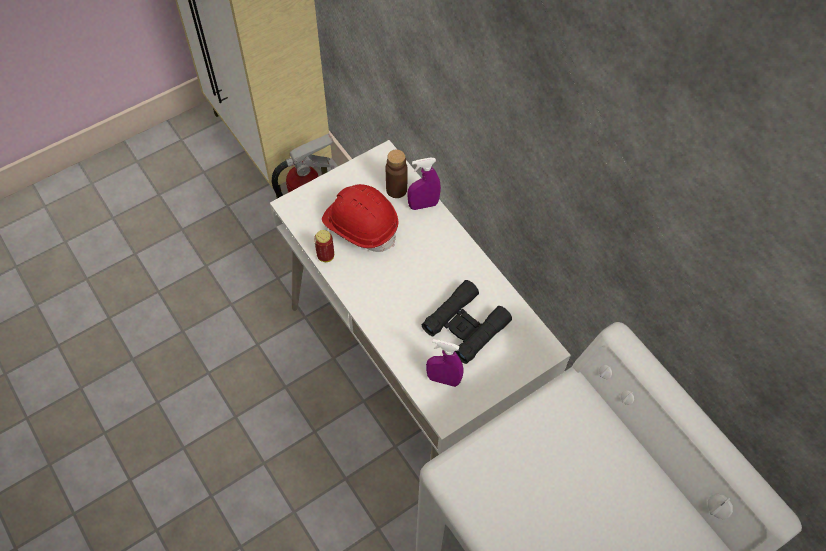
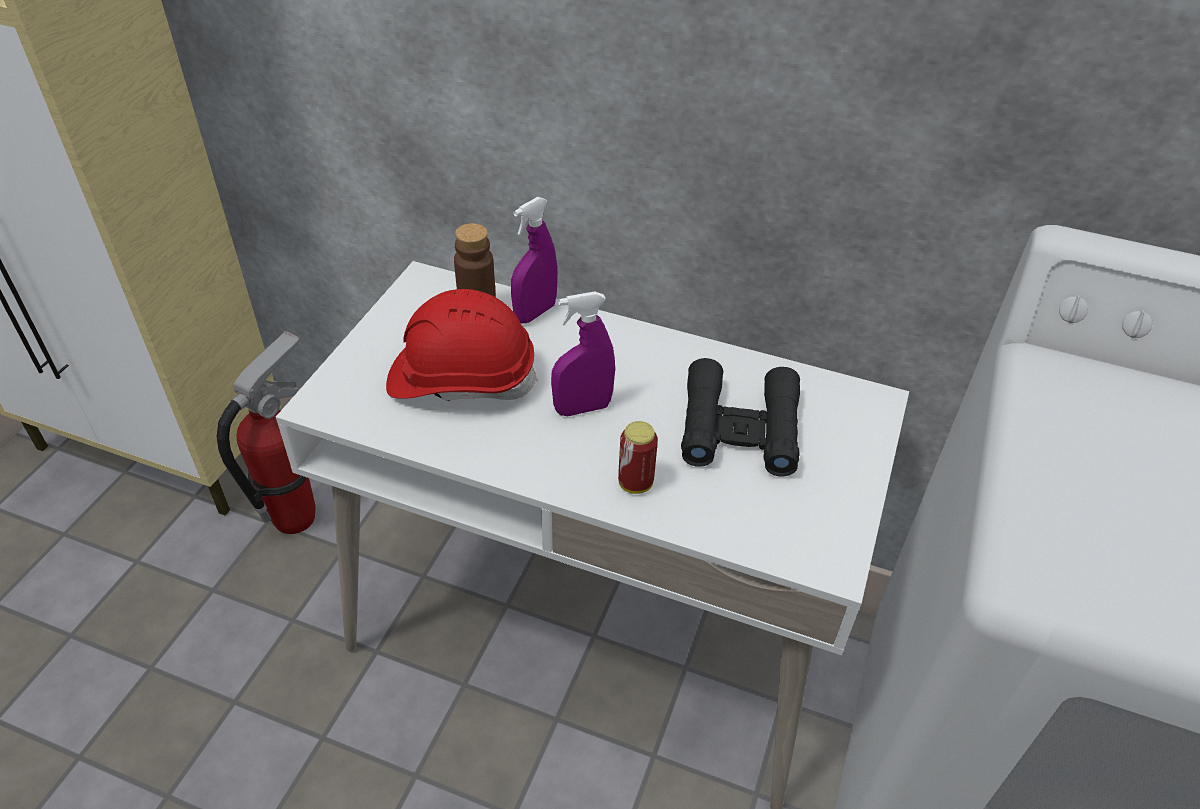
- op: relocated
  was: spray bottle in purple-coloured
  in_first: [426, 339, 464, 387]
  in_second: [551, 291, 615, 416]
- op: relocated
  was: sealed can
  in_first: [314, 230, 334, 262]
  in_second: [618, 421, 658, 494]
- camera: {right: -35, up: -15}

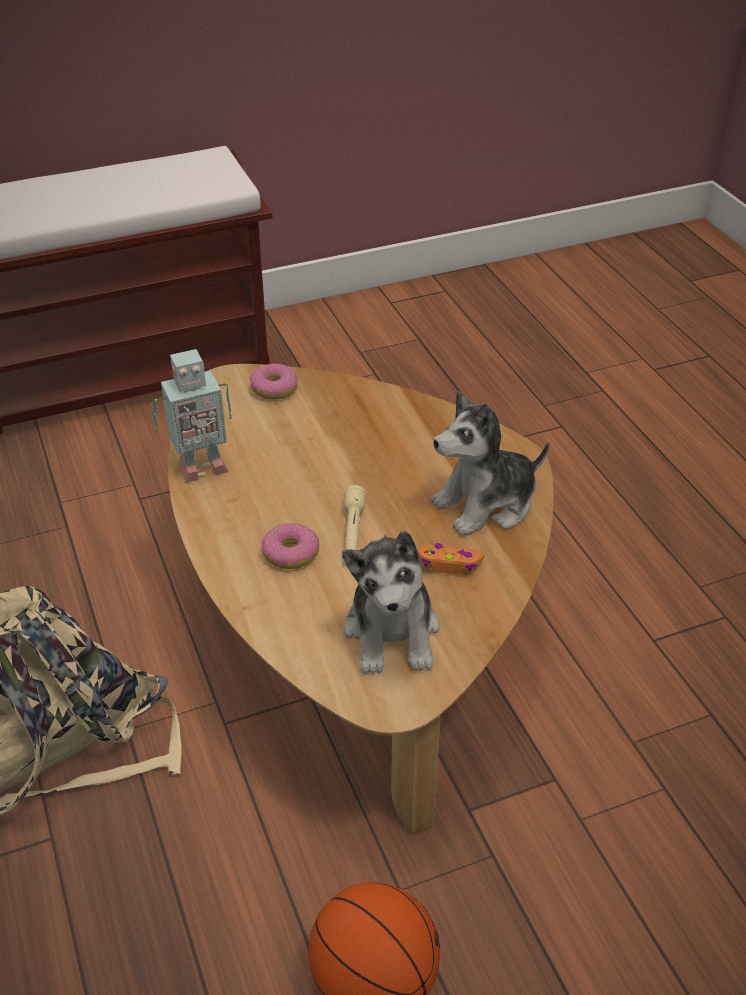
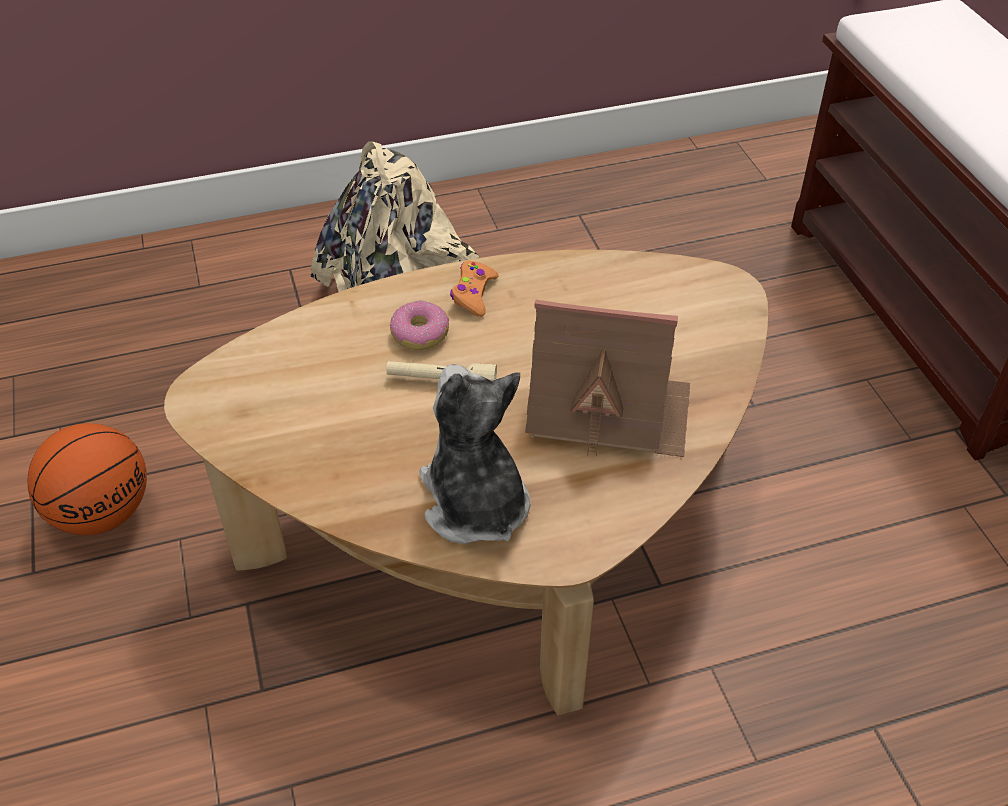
- op: relocated
  was: joypad in orange
  in_first: [417, 543, 484, 574]
  in_second: [450, 261, 499, 317]
- op: appeared
  now: model house
  in_second: [525, 300, 690, 457]
- op: missing
  was: model robot
  in_first: [152, 349, 231, 482]
- op: missing
  was: donut
  in_first: [250, 364, 298, 400]
- op: missing
  was: plush toy
  in_first: [342, 531, 440, 674]
- camera: {right: 95, up: 5}

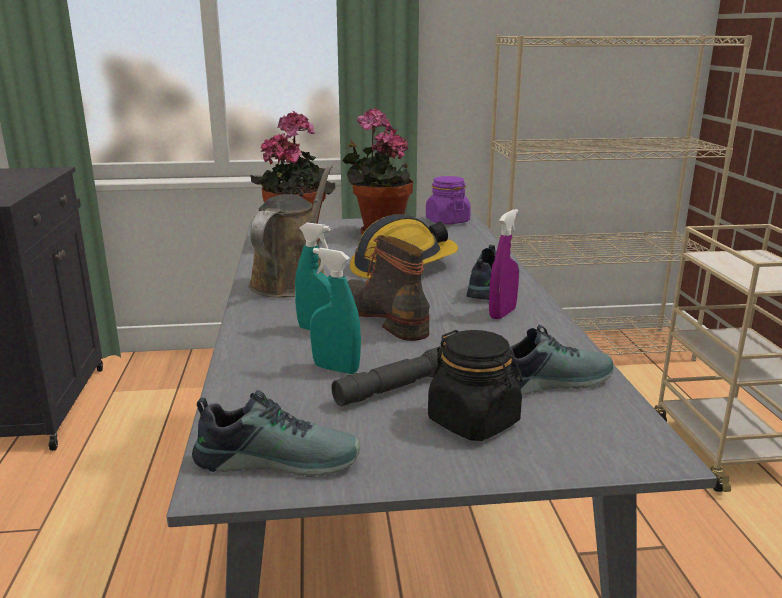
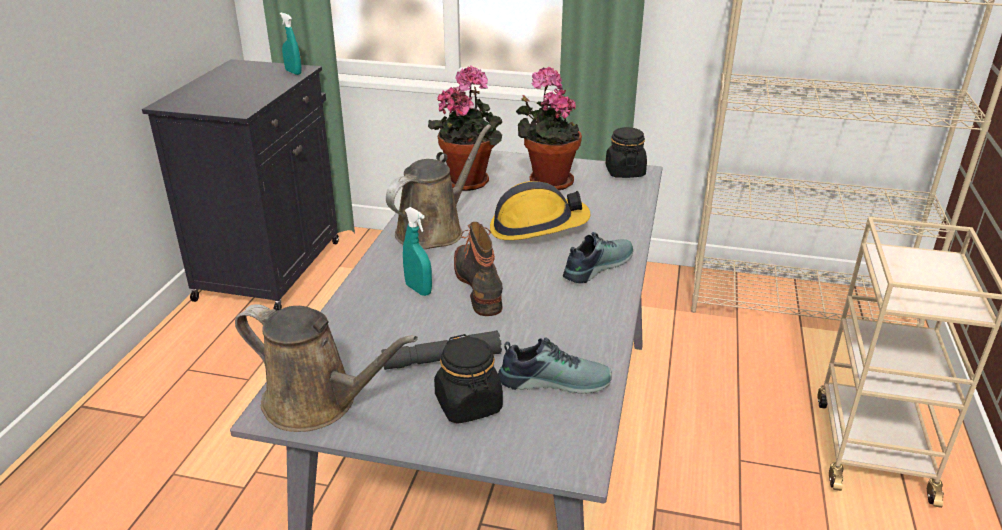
- op: exchanged
  was: item of footwear
  now: watering pot in brown-coloured
  in_first: [192, 390, 360, 477]
  in_second: [235, 304, 418, 432]
- op: relocated
  was: spray bottle in turquoise-coloured
  in_first: [310, 248, 361, 374]
  in_second: [280, 13, 302, 75]
- op: colour
  was: jar in purple-coloured
  now: jar in black-coloured
  in_first: [426, 176, 471, 225]
  in_second: [606, 127, 647, 178]
- op: missing
  was: spray bottle in purple-coloured
  in_first: [489, 209, 519, 319]
- camera: {right: 20, up: 10}

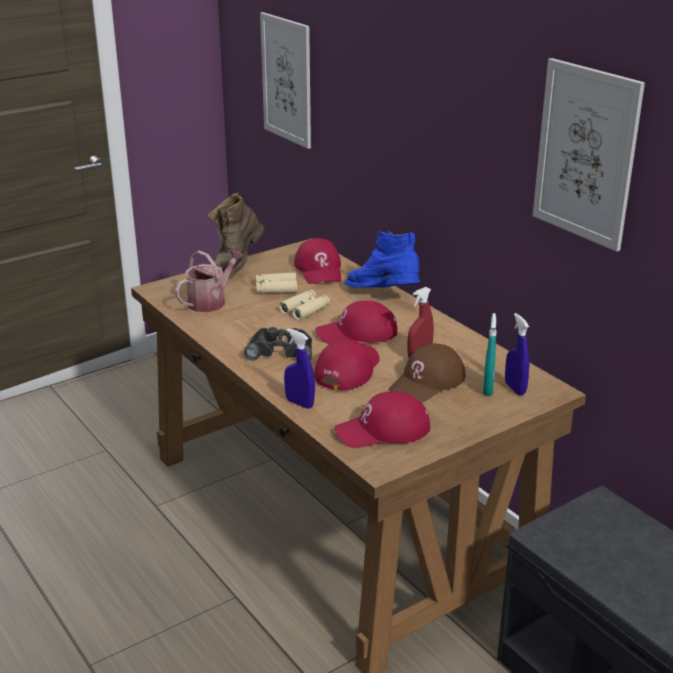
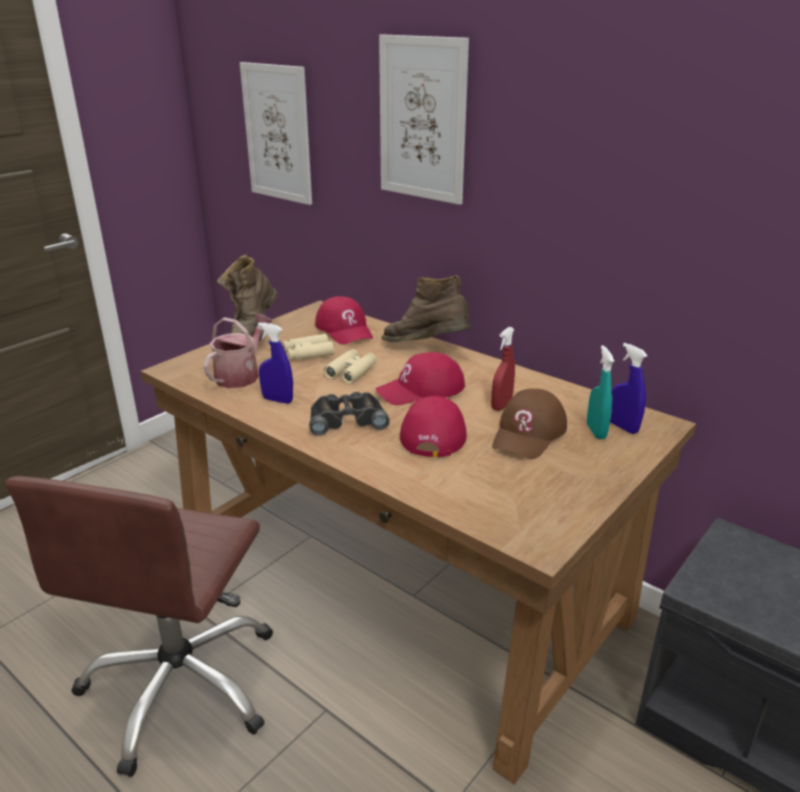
- op: appeared
  now: office chair in brown-coloured
  in_second: [5, 476, 273, 777]
- op: relocated
  was: spray bottle in bluish
  in_first: [284, 328, 315, 409]
  in_second: [258, 322, 293, 404]
- op: relocated
  was: picture
  in_first: [533, 58, 645, 252]
  in_second: [379, 34, 469, 205]
- op: colour
  was: boot in bluish
  now: boot in brown-coloured
  in_first: [345, 231, 420, 288]
  in_second: [382, 275, 471, 342]
- op: missing
  was: baseball cap in reddish
  in_first: [334, 391, 430, 448]
- camera: {right: -15, up: 0}

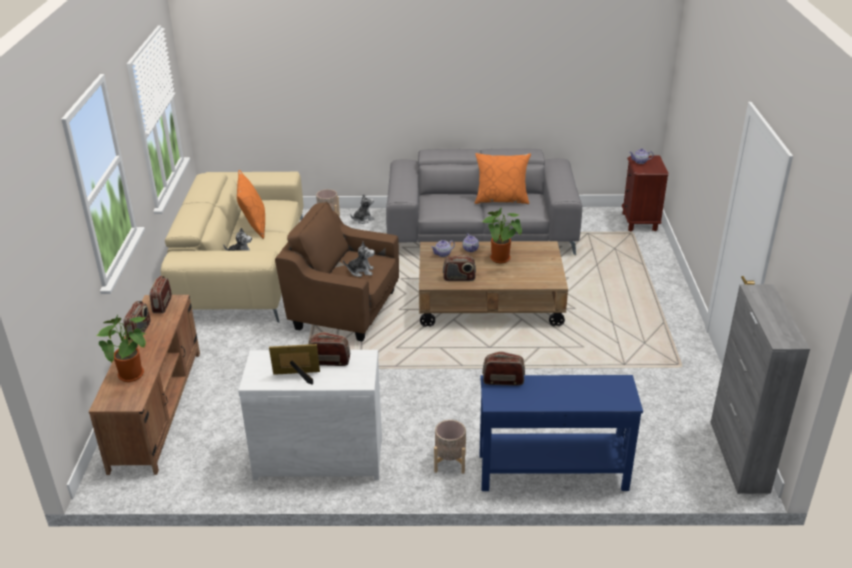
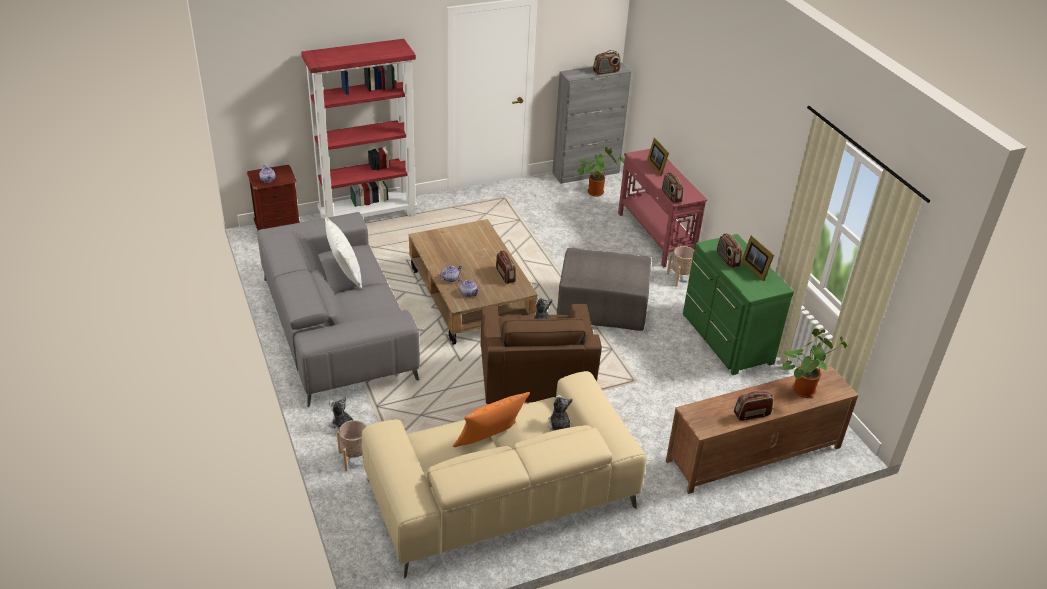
- op: appeared
  now: bookshelf in reddish
  in_second: [301, 39, 418, 219]
- op: colour
  was: cushion in orange
  now: cushion in white
  in_first: [475, 153, 531, 204]
  in_second: [325, 216, 362, 289]
- op: appeared
  now: footrest in gray
  in_second: [557, 248, 651, 331]
- op: relocated
  was: plant in a pot
  in_first: [483, 207, 522, 263]
  in_second: [576, 147, 624, 197]
- op: relocated
  was: radio set
  in_first: [150, 276, 172, 313]
  in_second: [593, 50, 620, 75]
- op: colour
  was: narrow table in bluish
  now: narrow table in reddish
  in_first: [479, 375, 643, 491]
  in_second: [618, 149, 707, 267]
- op: appeared
  now: standing frame
  in_second: [647, 138, 669, 176]
- op: colour
  was: chest of drawers in white
  now: chest of drawers in greenish
  in_first: [238, 350, 382, 480]
  in_second: [683, 234, 794, 375]
- camera: {right: -115, up: 5}

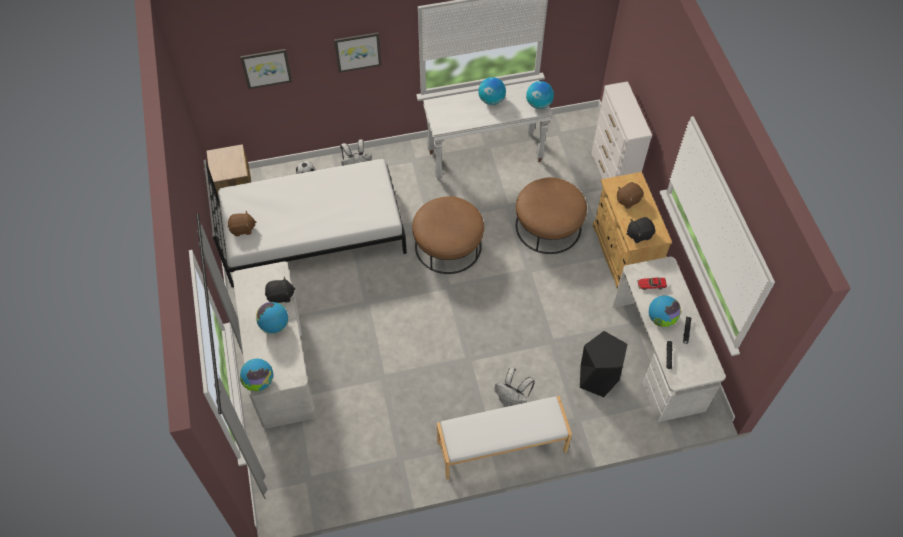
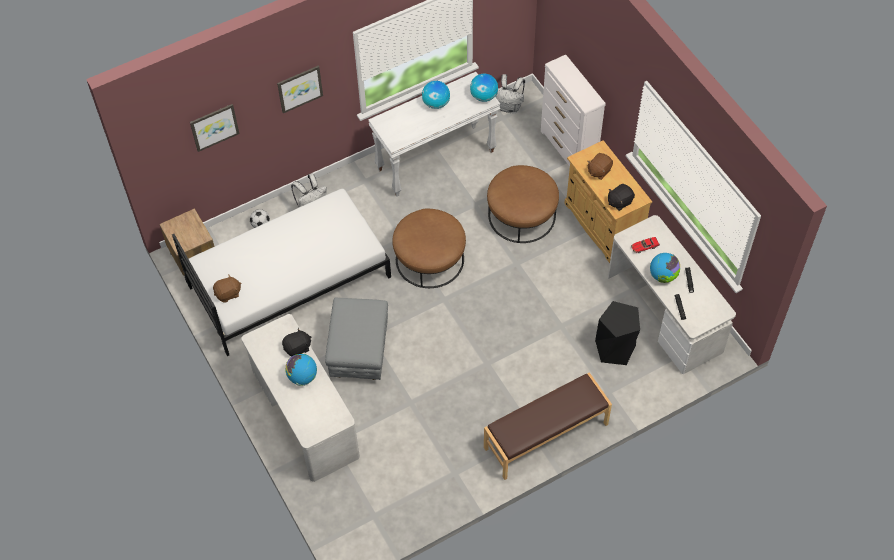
- op: appeared
  now: footrest in gray
  in_second: [325, 298, 388, 380]
- op: colour
  was: bench in white
  now: bench in brown-coloured
  in_first: [437, 396, 572, 480]
  in_second: [484, 373, 612, 480]
- op: relocated
  was: knapsack in white
  in_first: [494, 368, 535, 407]
  in_second: [495, 74, 525, 114]
- op: missing
  was: world globe
  in_first: [240, 359, 273, 391]
- camera: {right: -15, up: 0}

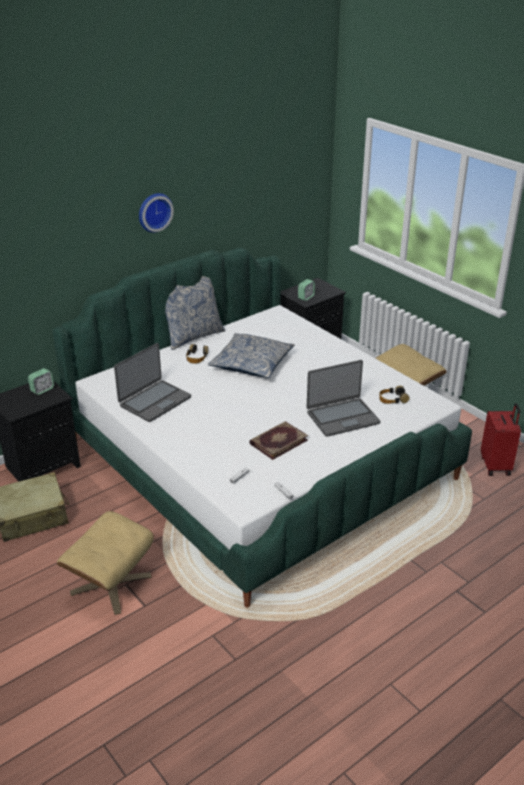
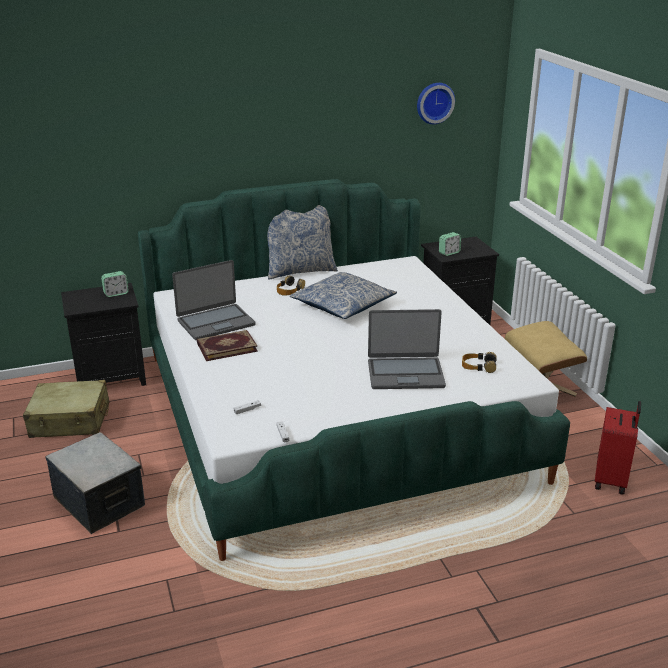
- op: exchanged
  was: footrest in sand-coloured
  now: storage box
  in_first: [57, 511, 154, 615]
  in_second: [45, 432, 145, 534]
- op: relocated
  was: bound book
  in_first: [249, 421, 308, 460]
  in_second: [197, 330, 258, 361]
- op: relocated
  was: wall clock
  in_first: [139, 193, 174, 233]
  in_second: [417, 83, 455, 124]
- camera: {right: 20, up: -5}

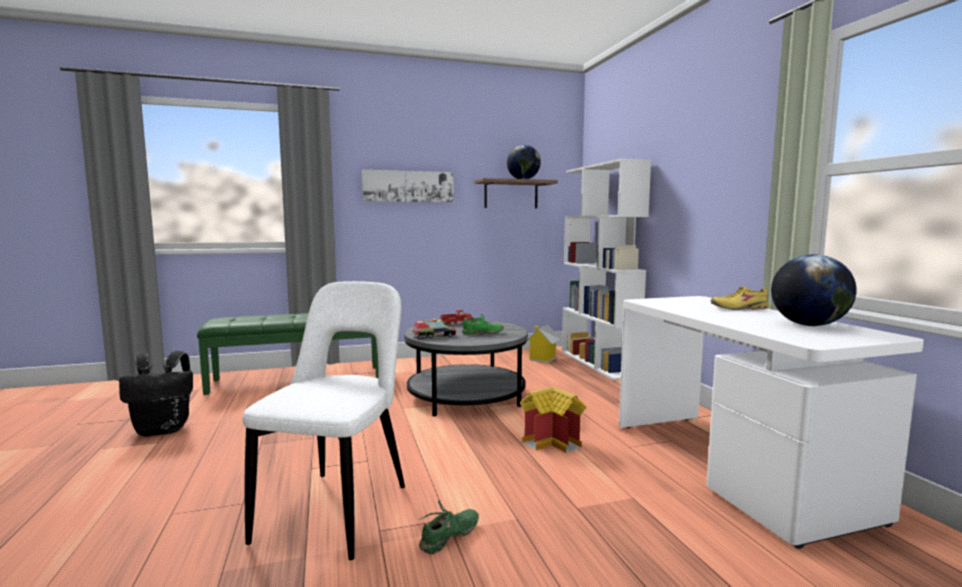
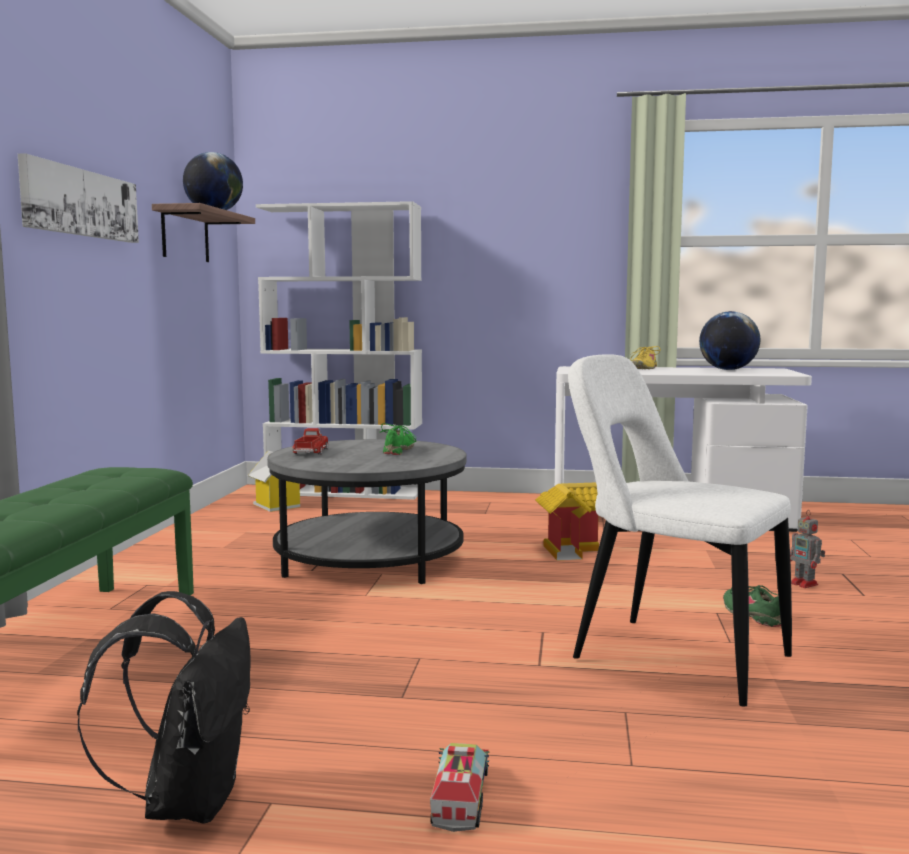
- op: relocated
  was: model truck
  in_first: [413, 319, 456, 339]
  in_second: [430, 743, 490, 832]
- op: appeared
  now: model robot
  in_second: [790, 510, 825, 588]
- camera: {right: -65, up: 0}

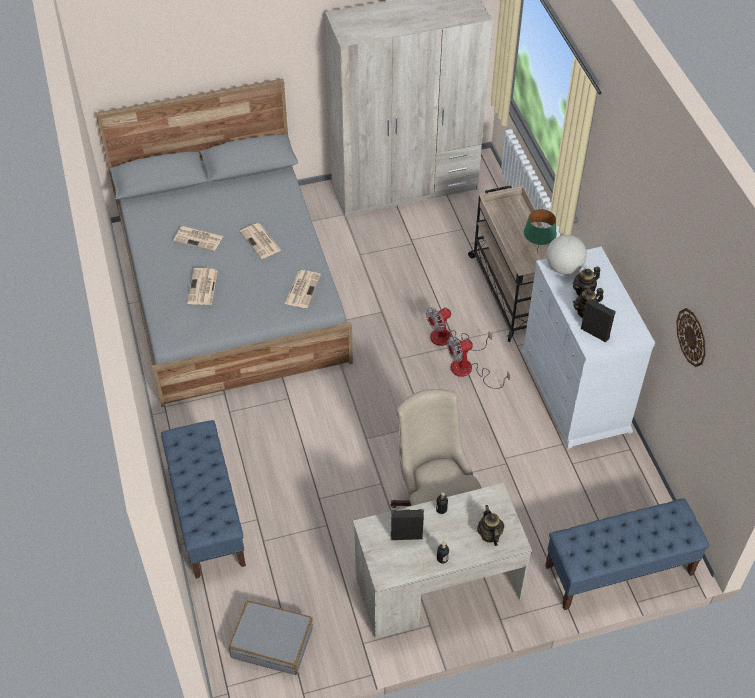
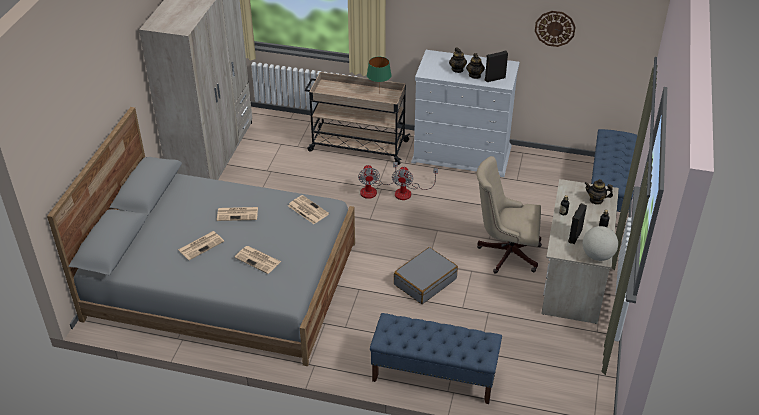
- op: relocated
  was: travel case in gray
  in_first: [229, 601, 313, 675]
  in_second: [394, 247, 458, 304]
- op: relocated
  was: world globe
  in_first: [546, 235, 587, 275]
  in_second: [583, 226, 618, 261]
- camera: {right: -60, up: -10}

